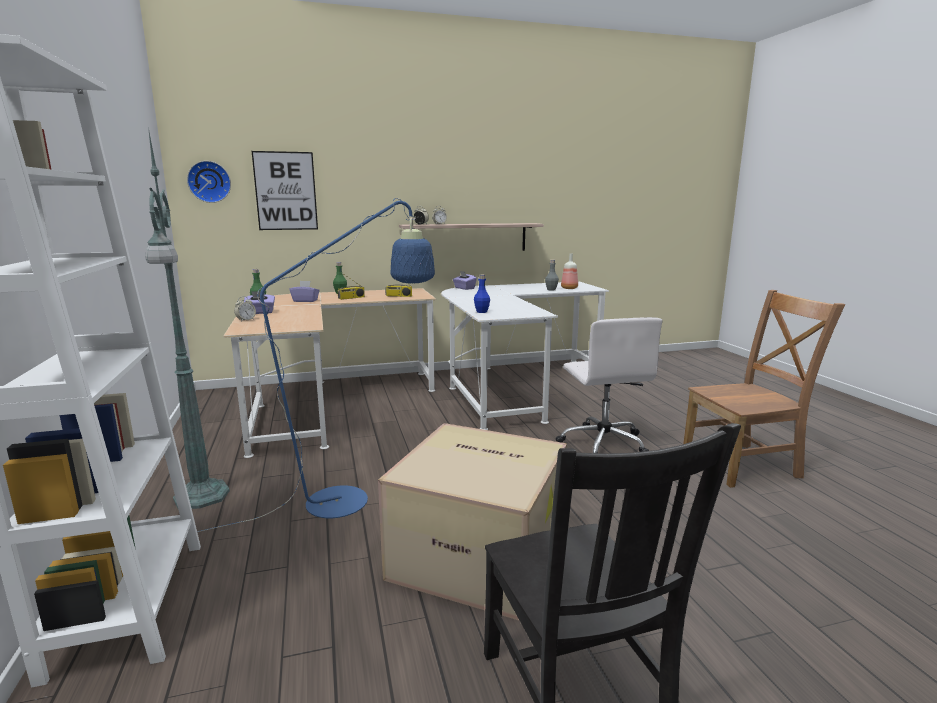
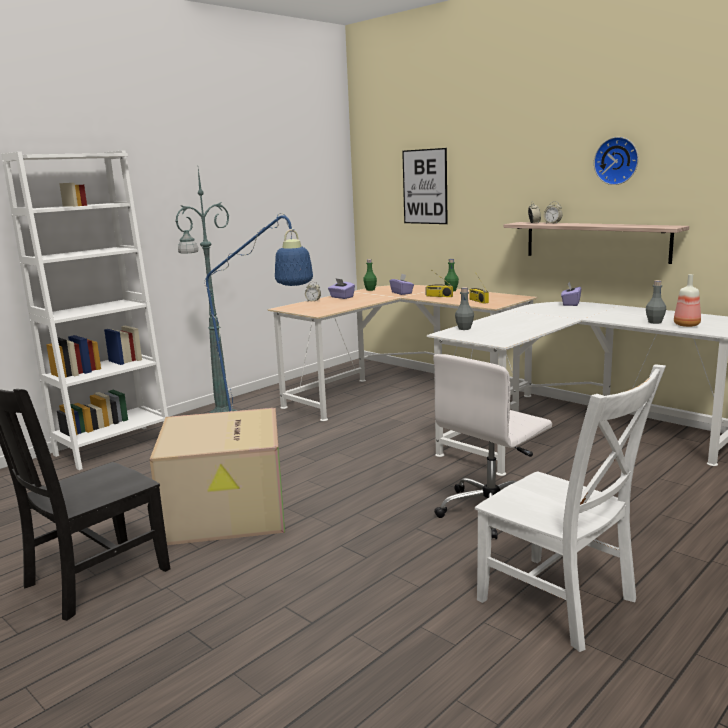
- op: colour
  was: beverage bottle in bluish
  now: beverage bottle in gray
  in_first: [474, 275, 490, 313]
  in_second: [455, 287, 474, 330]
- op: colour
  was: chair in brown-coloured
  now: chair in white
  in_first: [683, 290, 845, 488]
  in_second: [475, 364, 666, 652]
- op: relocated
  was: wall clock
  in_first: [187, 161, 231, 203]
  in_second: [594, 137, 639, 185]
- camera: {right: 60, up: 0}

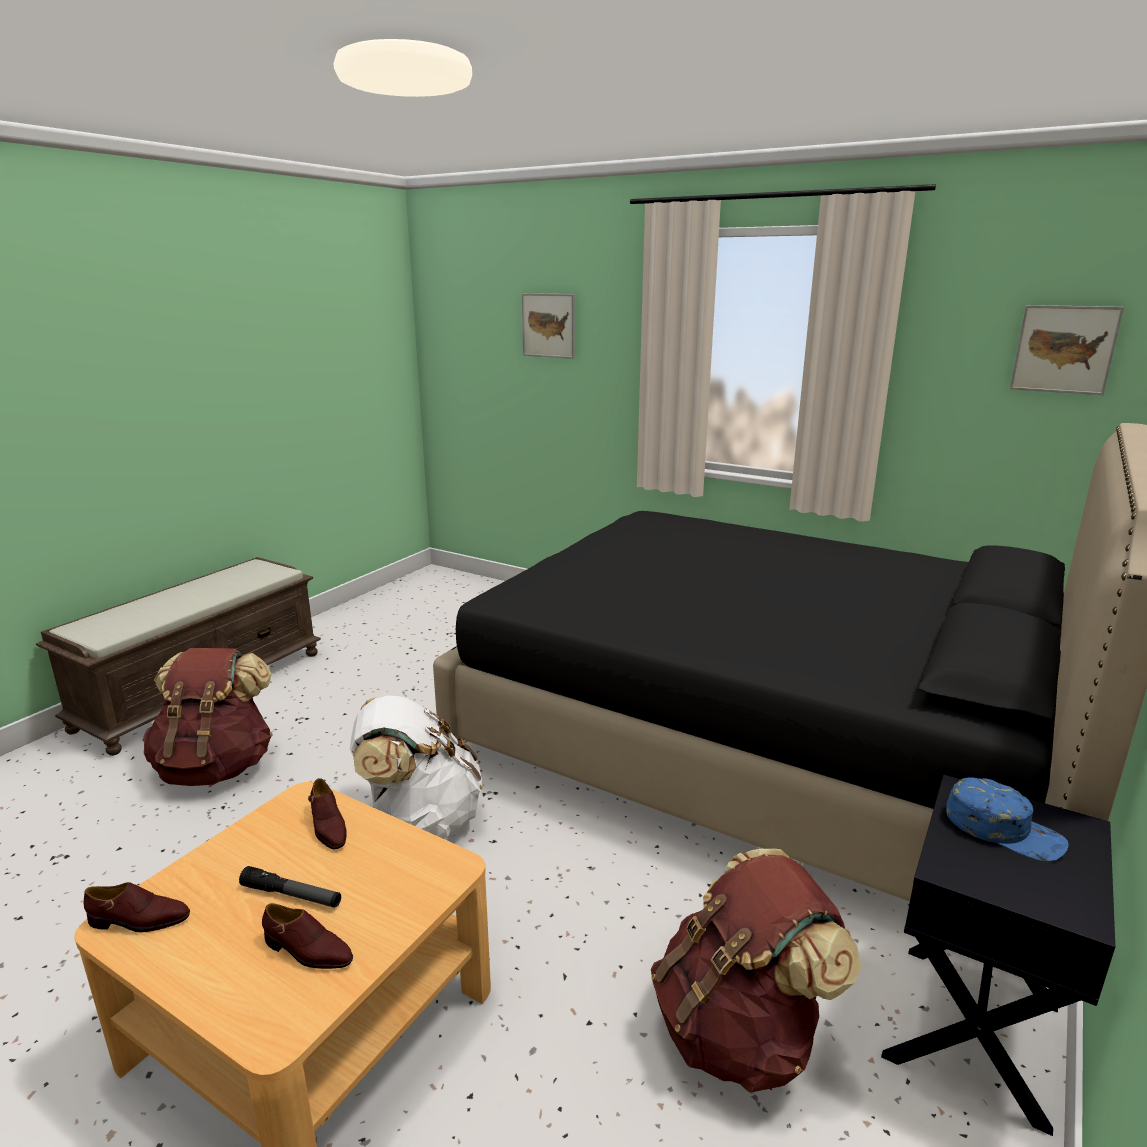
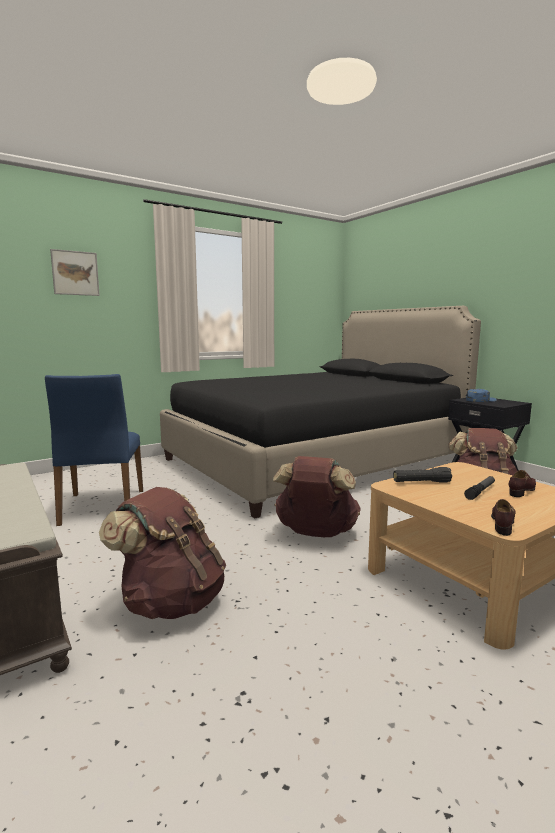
- op: appeared
  now: chair in bluish
  in_second: [45, 374, 143, 526]
- op: colour
  was: knapsack in white
  now: knapsack in brown-coloured
  in_first: [350, 696, 482, 839]
  in_second: [273, 456, 361, 537]
- op: exchanged
  was: item of footwear in brown-coloured
  now: hand torch in black-coloured
  in_first: [308, 778, 347, 849]
  in_second: [393, 467, 452, 483]
- op: missing
  was: picture
  in_first: [1010, 305, 1124, 395]
- camera: {right: -65, up: -10}

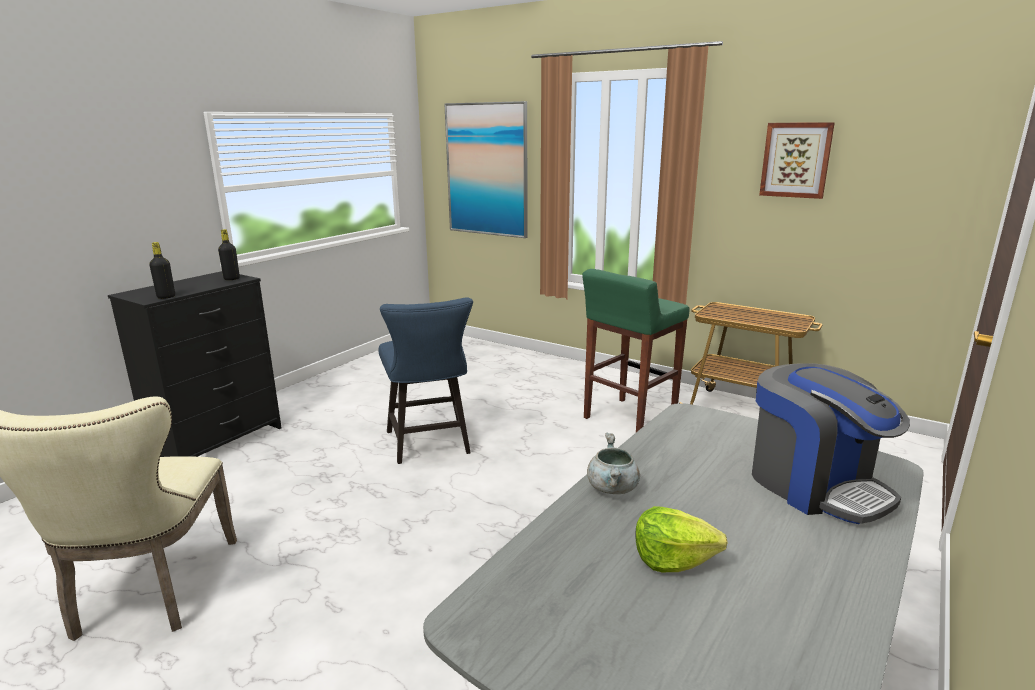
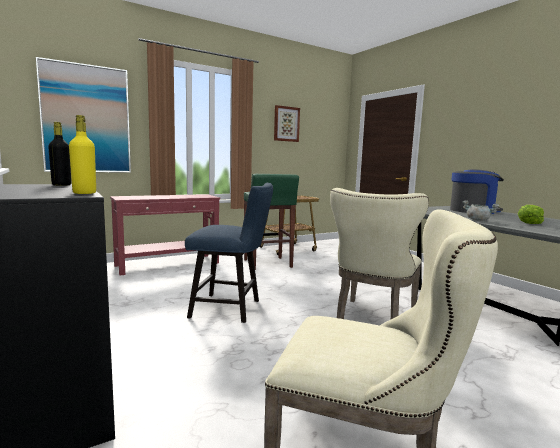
- op: colour
  was: beverage bottle in black-coloured
  now: beverage bottle in yellowish
  in_first: [149, 242, 175, 299]
  in_second: [69, 115, 96, 194]
- op: appeared
  now: narrow table in reddish
  in_second: [110, 194, 220, 276]
- op: appeared
  now: chair in sand-coloured
  in_second: [330, 188, 429, 319]
- camera: {right: -65, up: -10}

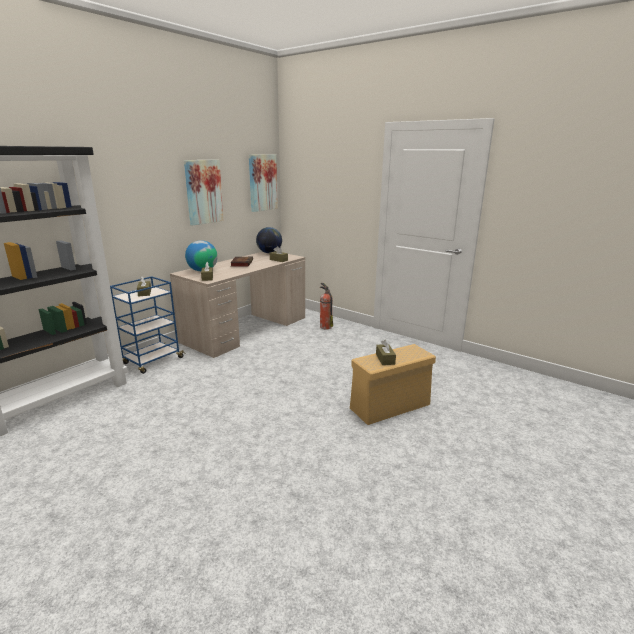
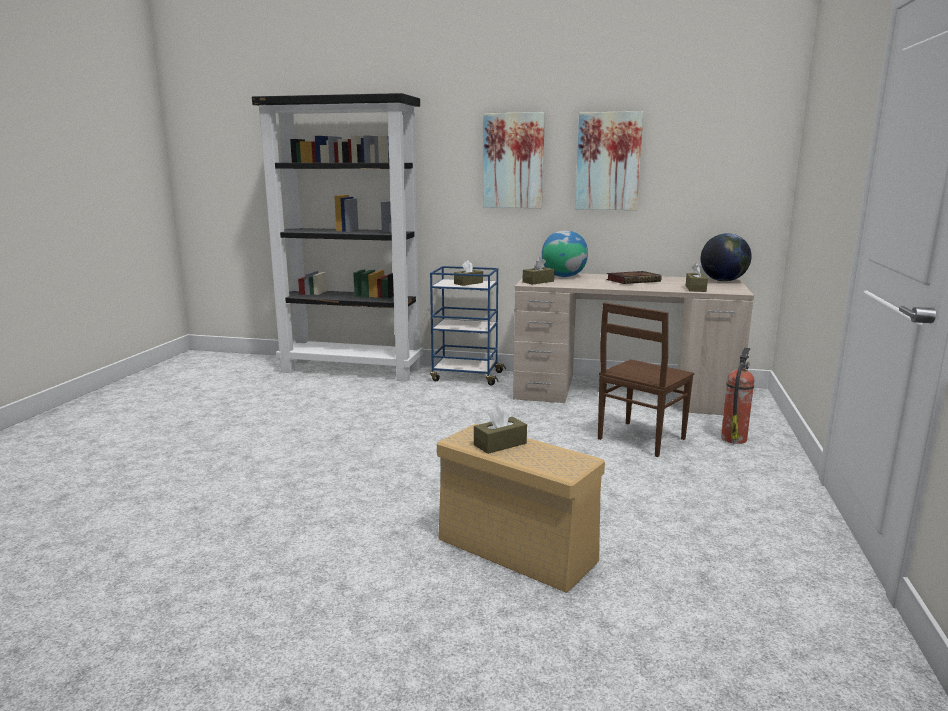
- op: relocated
  was: picture
  in_first: [249, 154, 278, 212]
  in_second: [483, 112, 545, 208]
- op: appeared
  now: chair in brown-coloured
  in_second: [598, 302, 694, 457]
- camera: {right: 65, up: -5}

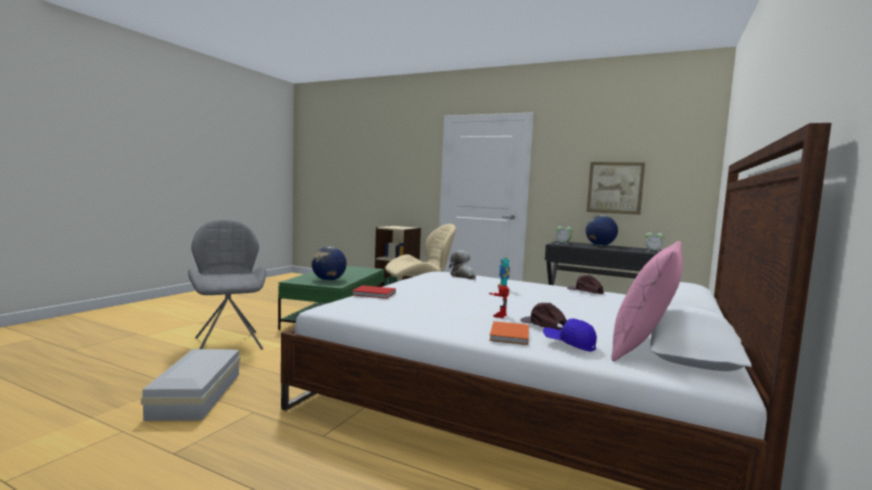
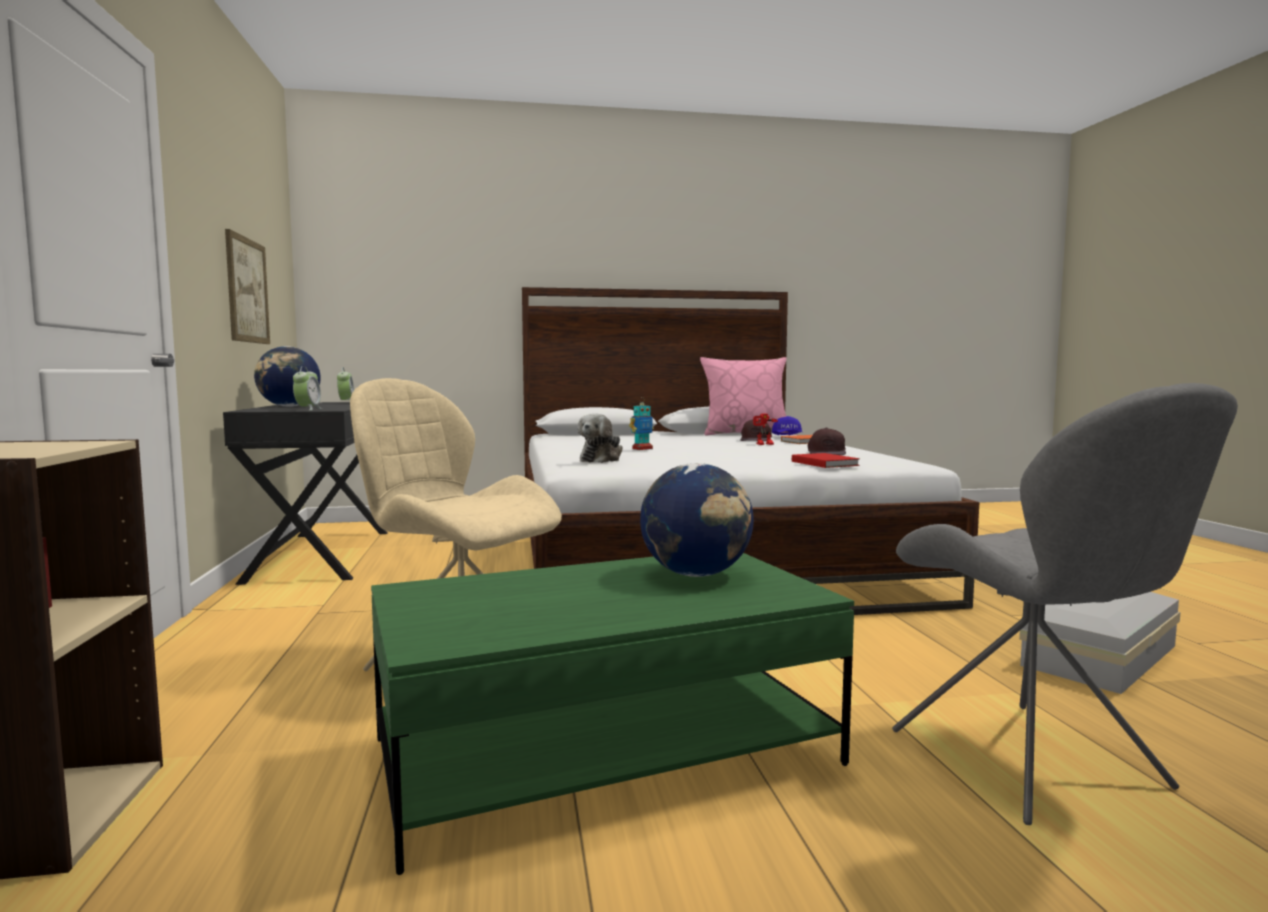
- op: relocated
  was: baseball cap in brown-coloured
  in_first: [567, 275, 604, 294]
  in_second: [808, 428, 846, 455]
- op: spun
  was: chair in gray
  in_first: [188, 220, 266, 350]
  in_second: [892, 383, 1238, 825]
  clockwise: -45
- camera: {right: -125, up: 0}

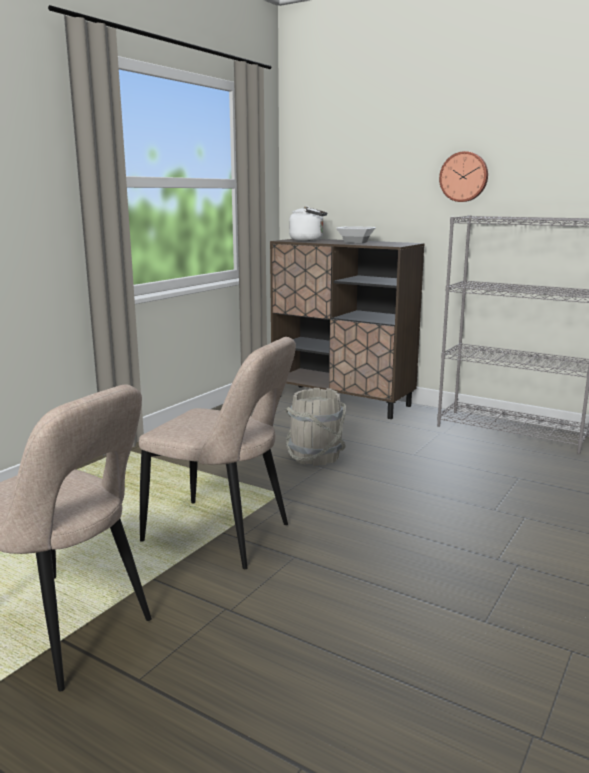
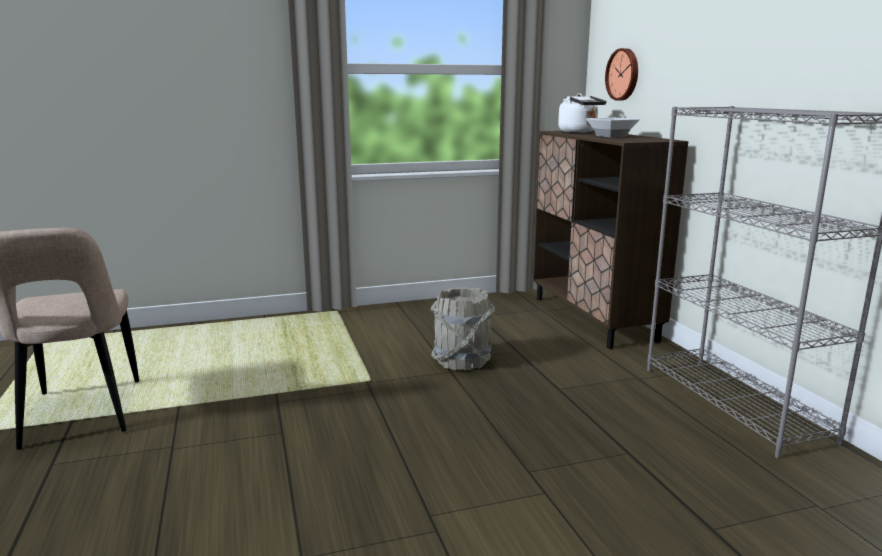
- op: relocated
  was: wall clock
  in_first: [439, 151, 488, 202]
  in_second: [605, 48, 638, 101]
- op: missing
  was: chair in sand-coloured
  in_first: [139, 337, 296, 569]
- camera: {right: 40, up: 0}

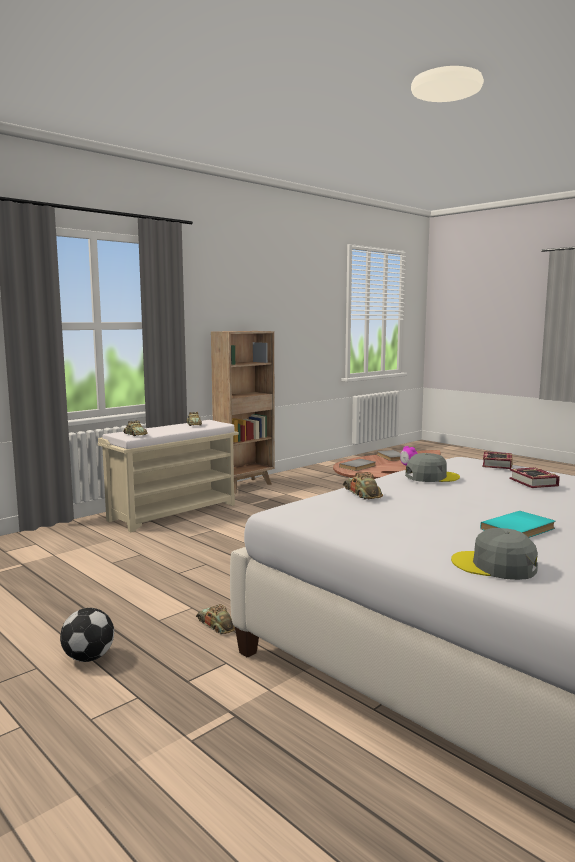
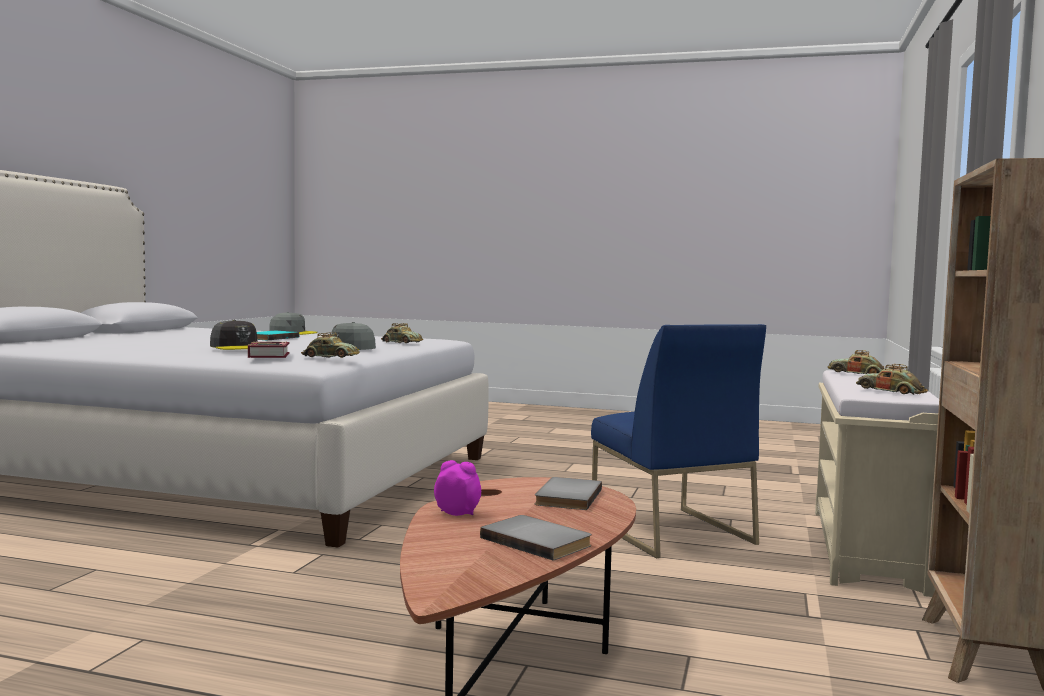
- op: exchanged
  was: bound book
  now: baseball cap in gray
  in_first: [509, 467, 560, 488]
  in_second: [210, 320, 258, 350]
- op: relocated
  was: model car
  in_first: [196, 604, 235, 634]
  in_second: [301, 332, 360, 358]
- op: appeared
  now: chair in bluish
  in_second: [591, 324, 766, 558]
- op: missing
  was: football ball
  in_first: [60, 608, 114, 662]
- camera: {right: 150, up: -5}

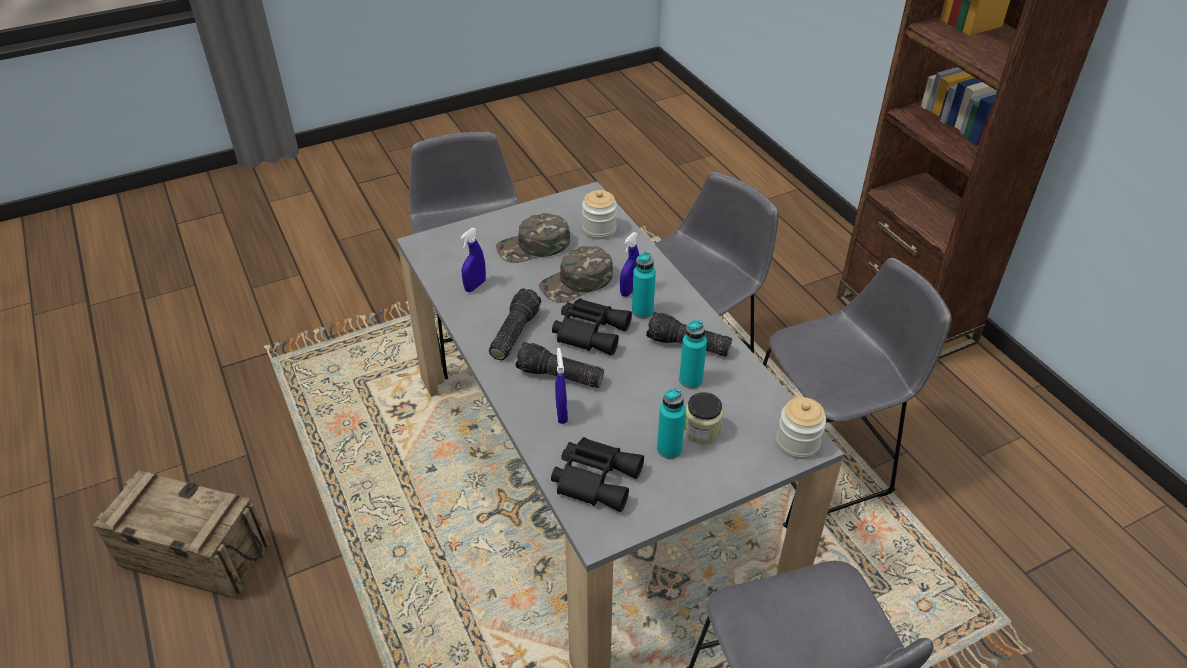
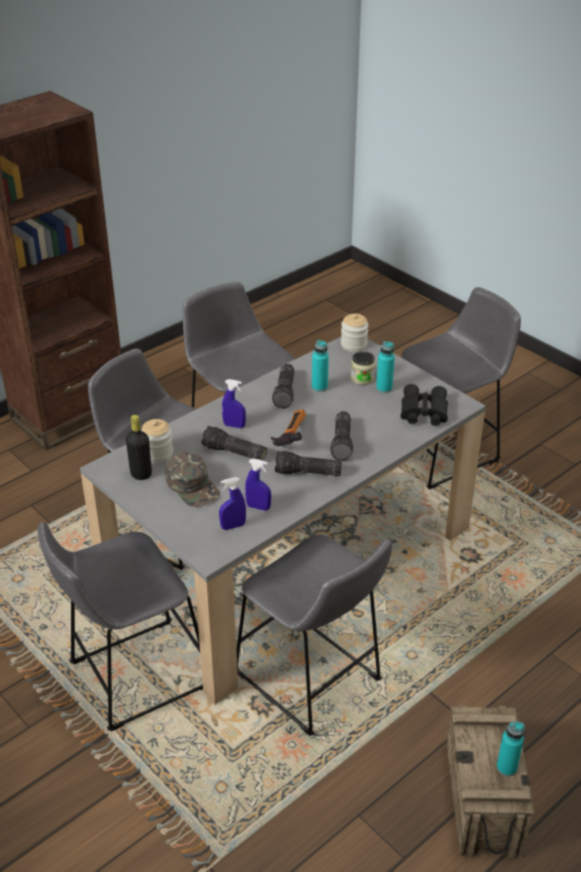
- op: appeared
  now: beverage bottle in black-coloured
  in_second: [126, 415, 152, 480]
- op: exchanged
  was: baseball cap in greenish
  now: hand torch
  in_first: [539, 246, 613, 303]
  in_second: [201, 426, 267, 460]
- op: relocated
  was: spray bottle in bluish
  in_first: [555, 348, 568, 424]
  in_second: [219, 477, 246, 530]
- op: appeared
  now: sitting stool in gray
  in_second: [237, 535, 392, 736]
- op: exchanged
  was: pair of binoculars in black-coloured
  now: hammer
  in_first: [552, 298, 632, 356]
  in_second: [271, 409, 306, 446]
- op: relocated
  was: beverage bottle in turquoise-coloured
  in_first: [632, 251, 656, 319]
  in_second: [497, 722, 525, 776]
- camera: {right: -105, up: -5}

